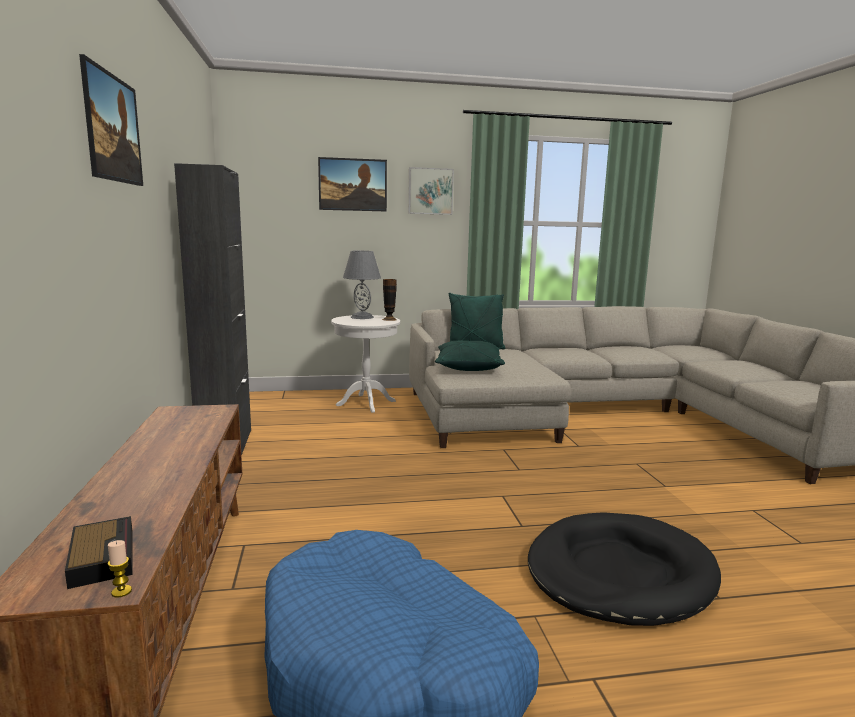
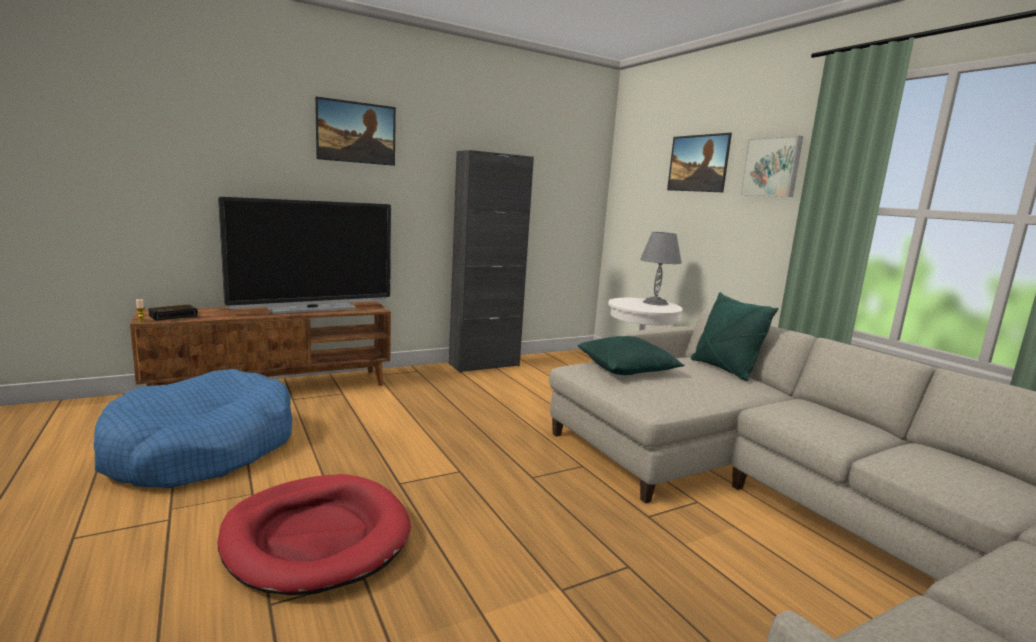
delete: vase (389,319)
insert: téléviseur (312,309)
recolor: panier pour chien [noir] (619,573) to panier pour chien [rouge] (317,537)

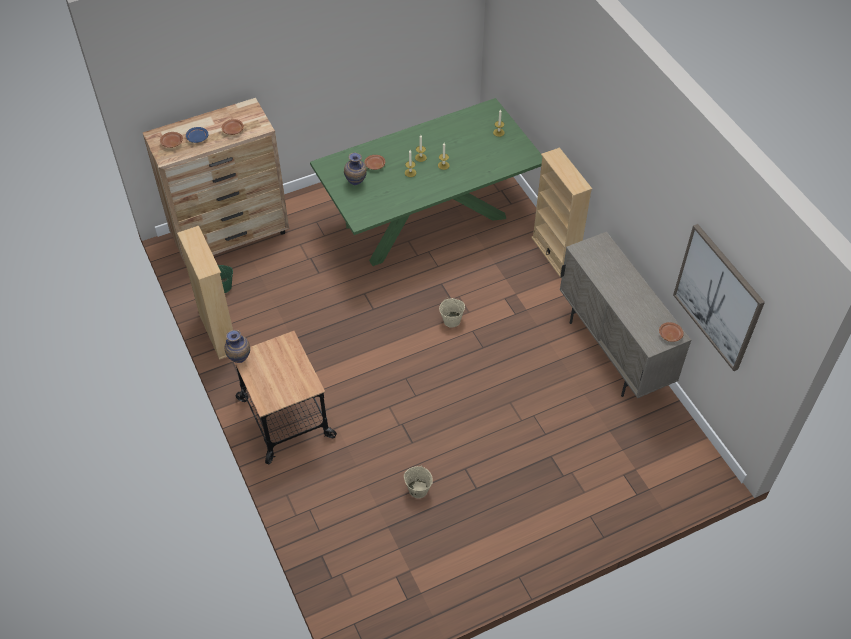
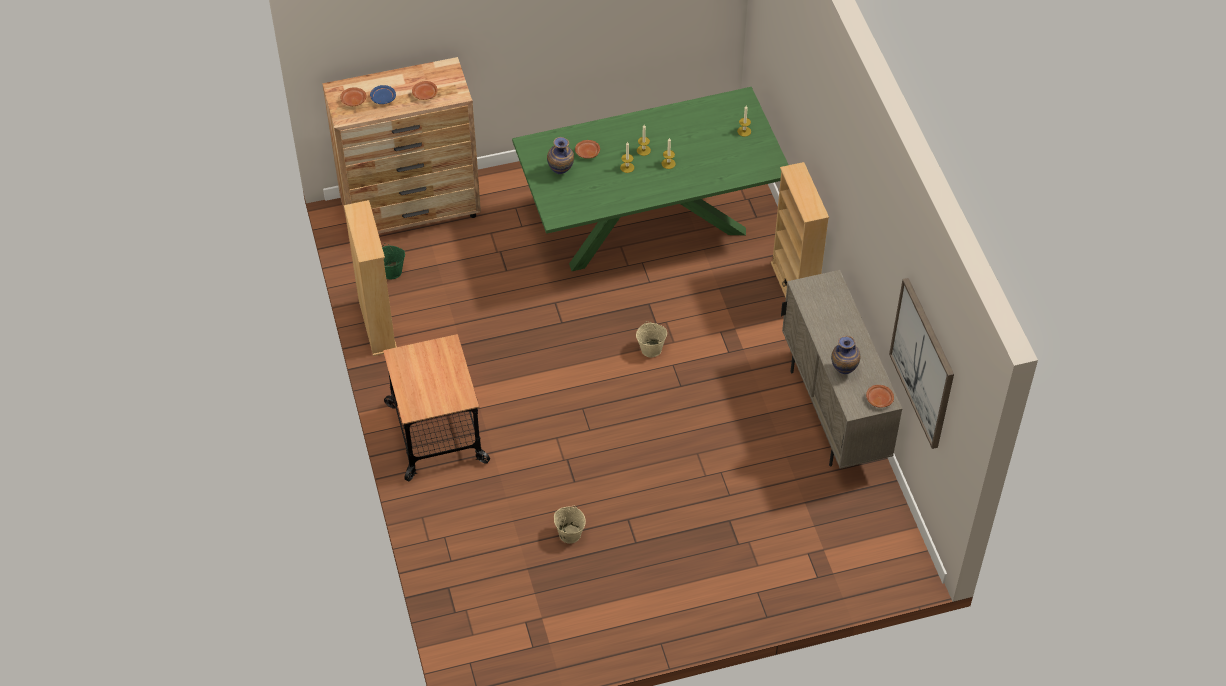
move: vase (240,359) to (843,370)

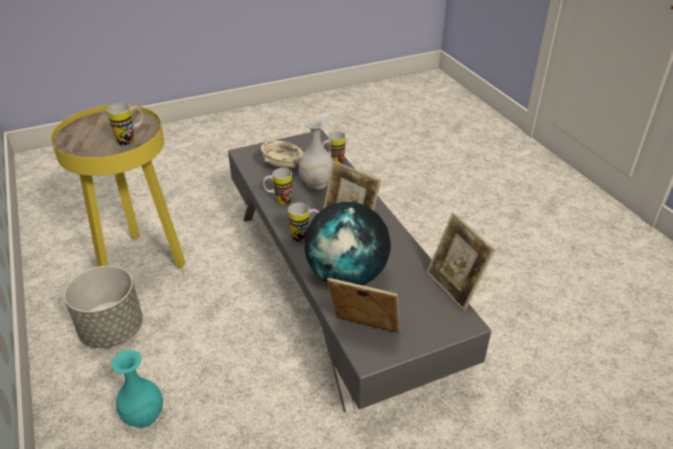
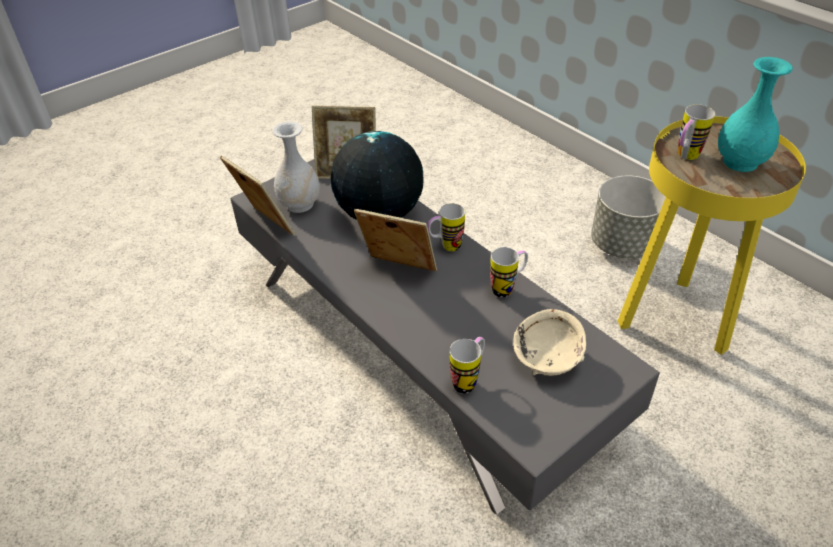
move: vase [turquoise] (143,416) to (740,162); vase [blanc] (316,183) to (300,204)

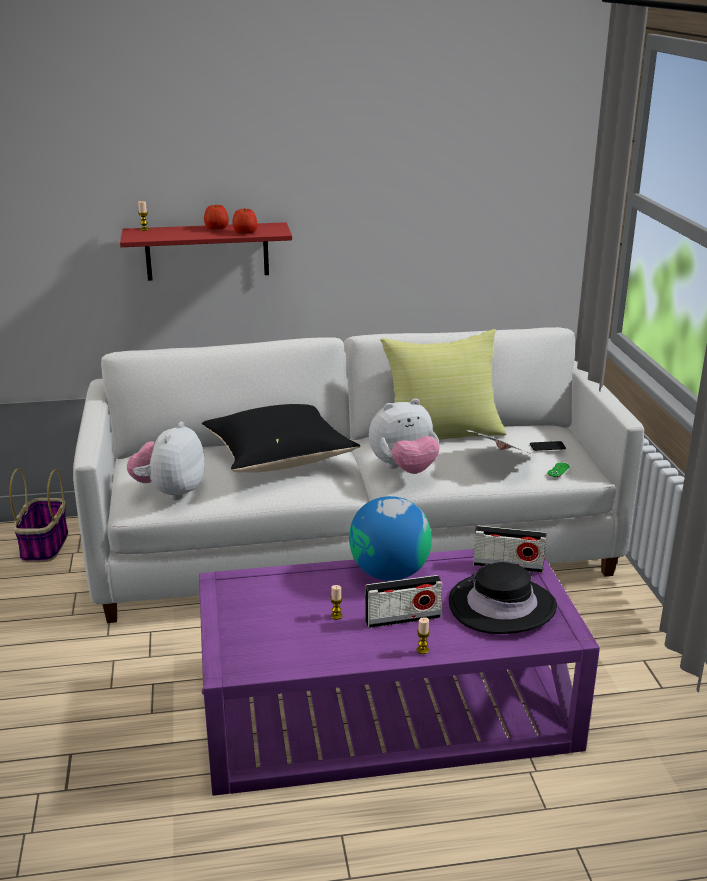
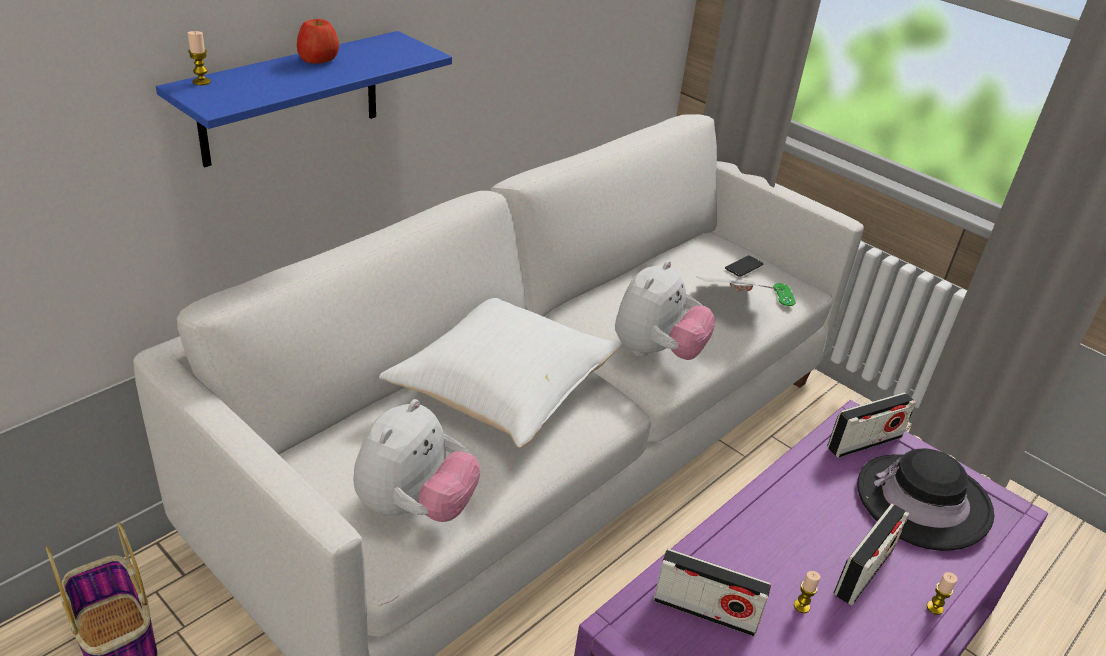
delete: pomme (245,232); globe (389,572); coussin [jaune] (442,434)
insert: radio (705,611)
recolor: étagère [rouge] (207,251) to étagère [bleu] (290,98); coussin [noir] (280,458) to coussin [blanc] (502,390)
rotate: peluche (170,492) = (415,507) 135 degrees counterclockwise

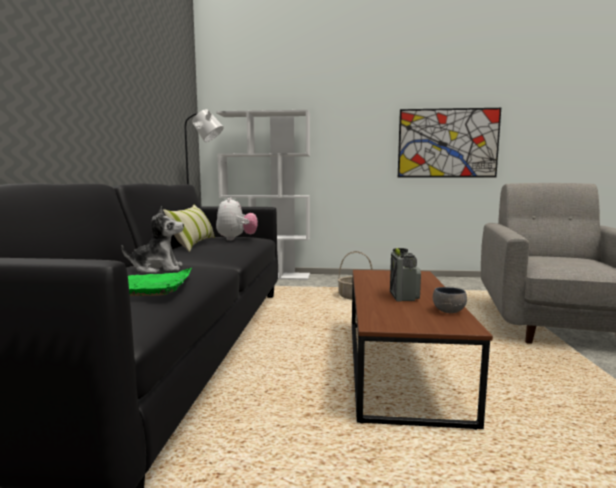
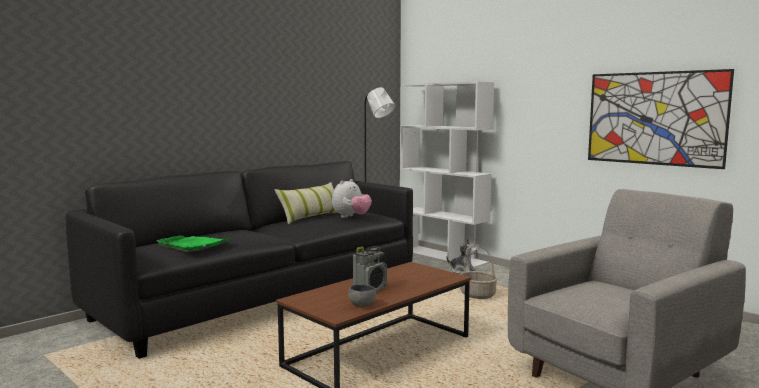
move: peluche (157,269) to (462,271)

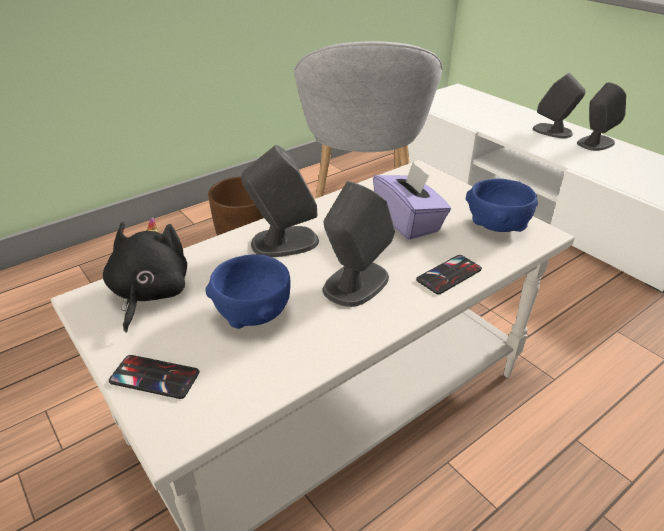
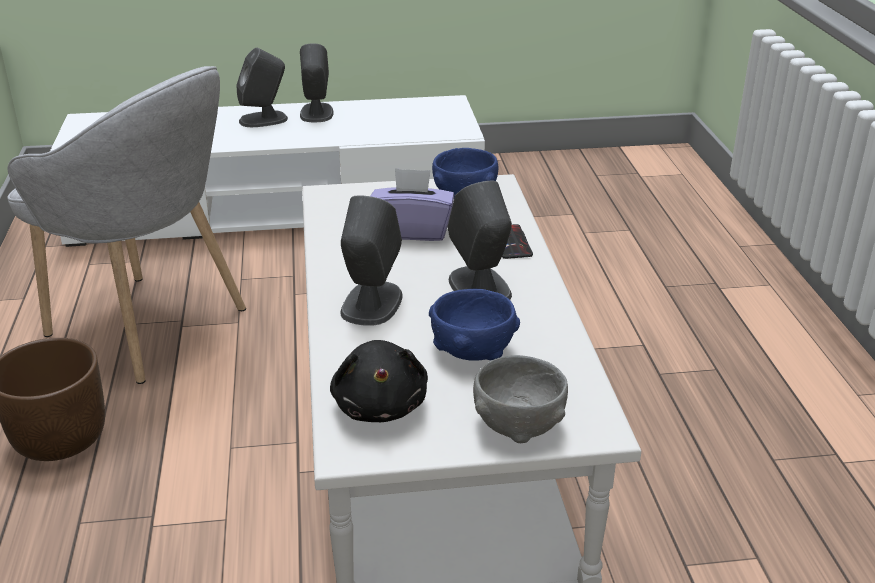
replace: téléphone (155,377) to bol [gris] (517,425)
rotate: peluche [noir] (149,294) = (380,405) 135 degrees counterclockwise

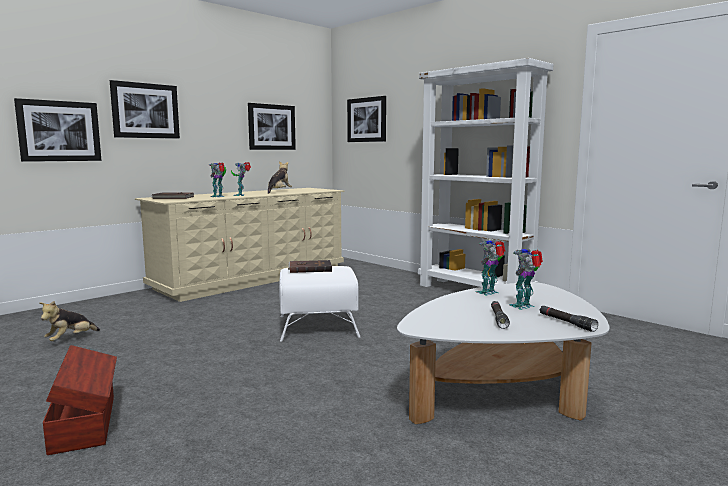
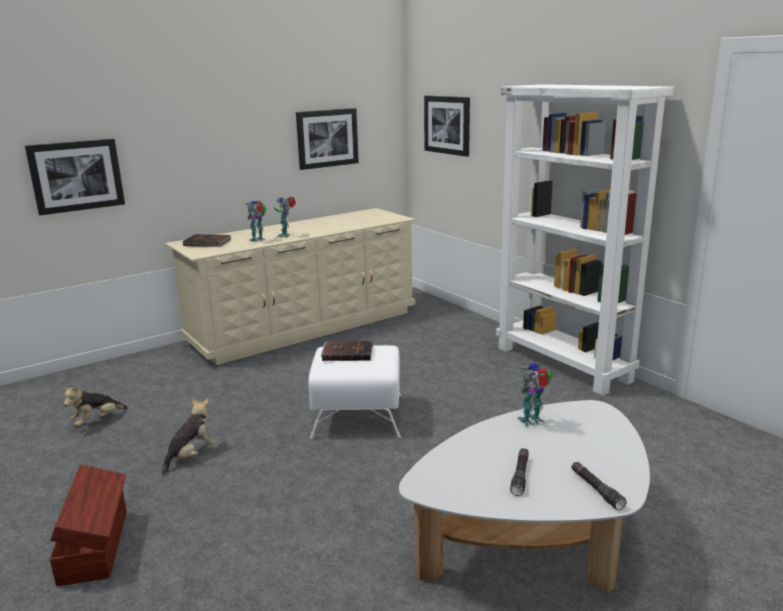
delete: tableau (145,110); robot jouet (524,306)
move: peluche (279,192) to (191,456)

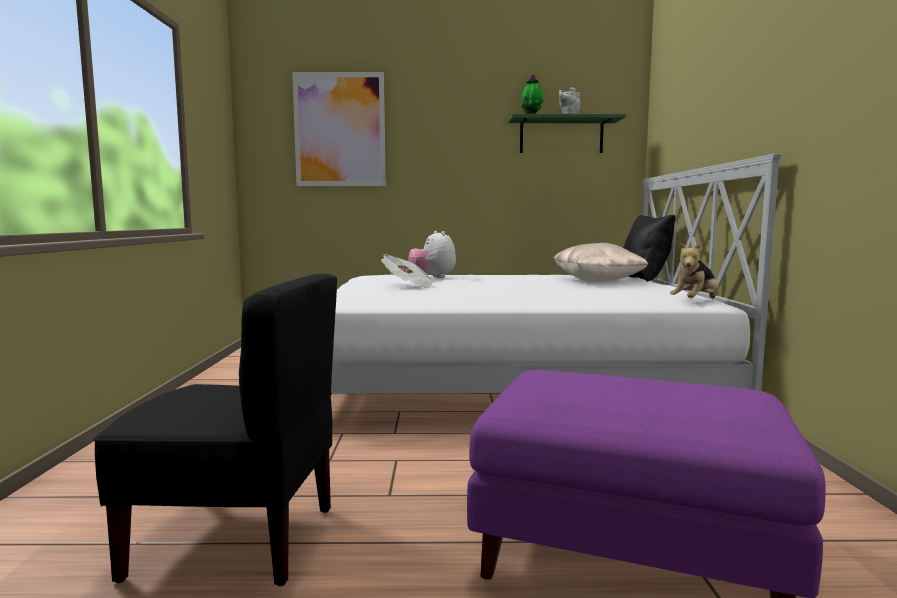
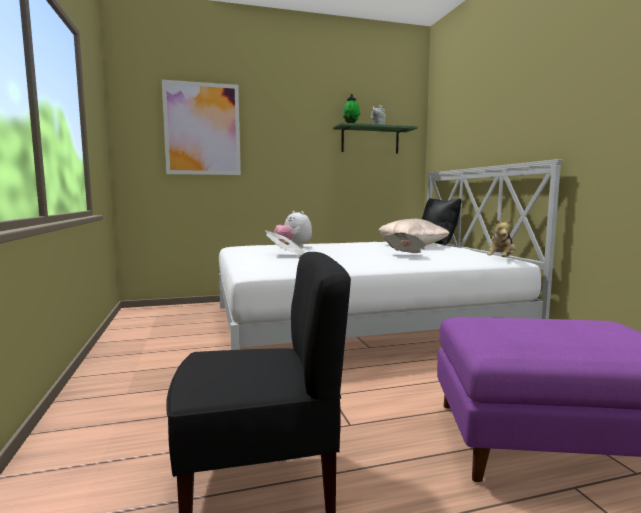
insert: journal (405,255)

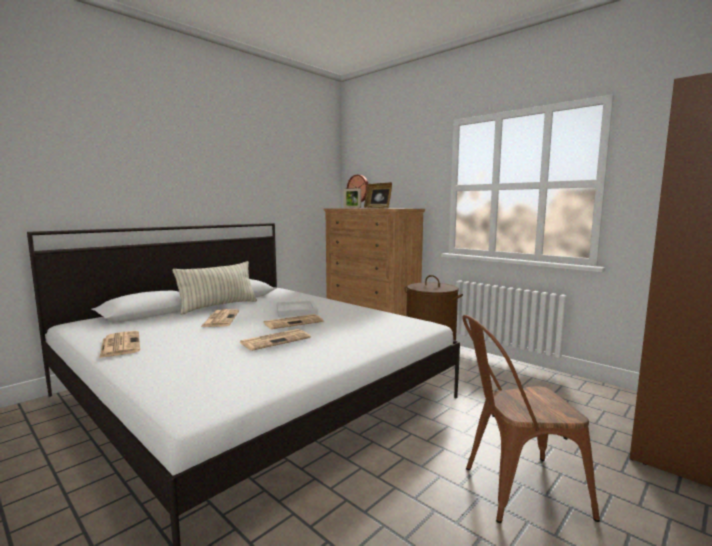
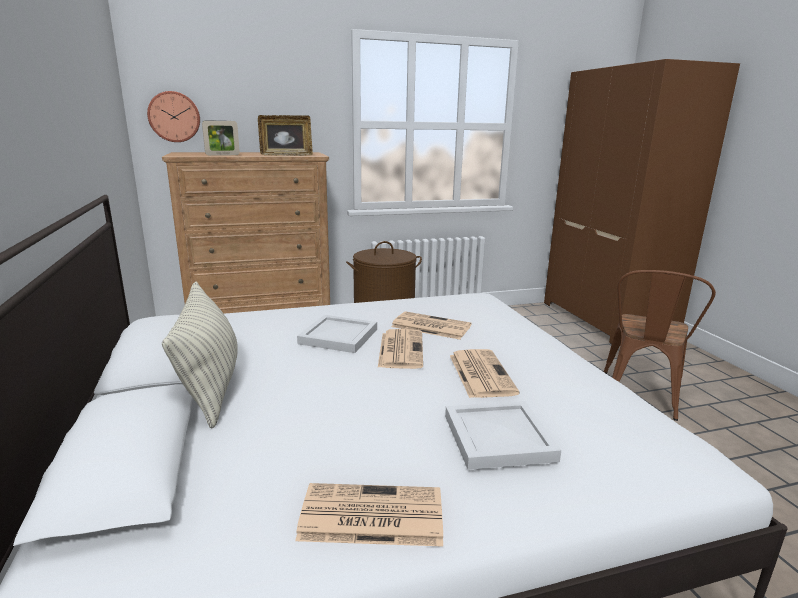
insert: plateau [blanc] (499,436)
move: journal (220,319) to (430,326)

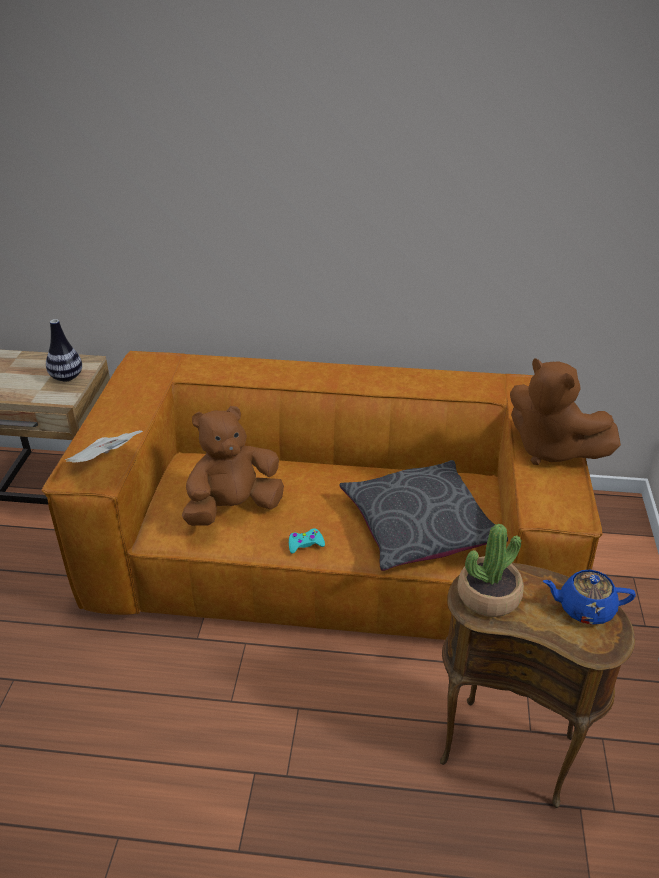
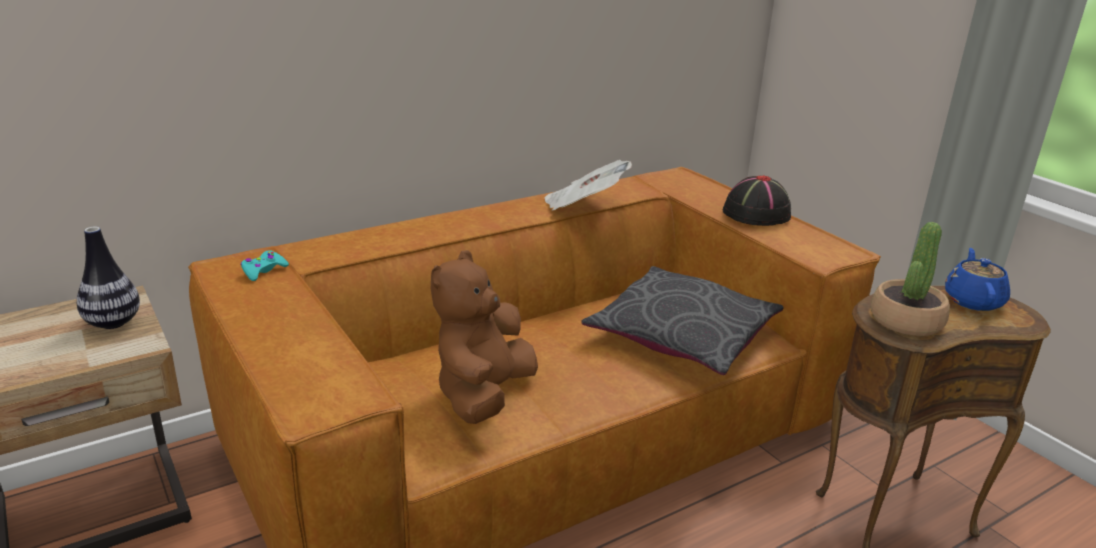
move: journal (107,463) to (583,206); manette [turquoise] (305,544) to (263,271)
replace: peluche [marron] (551,449) to chapeau [noir] (755,214)
rotate: théière [bleu] (584,608) = (973,300) 135 degrees clockwise

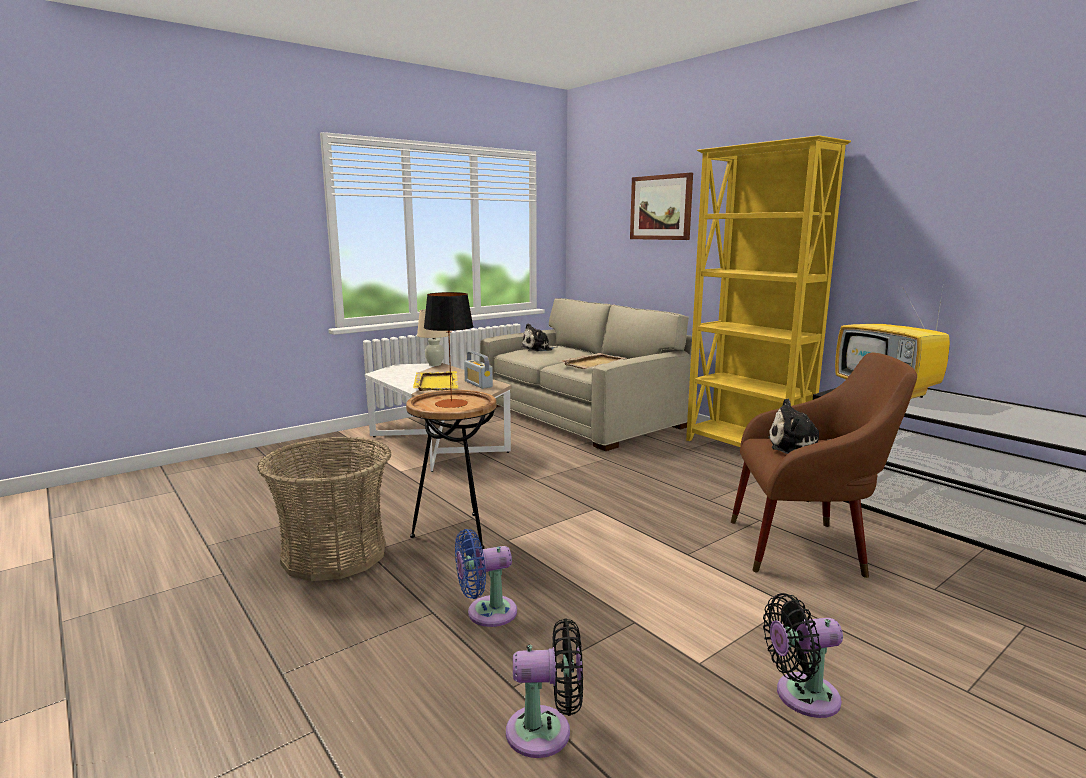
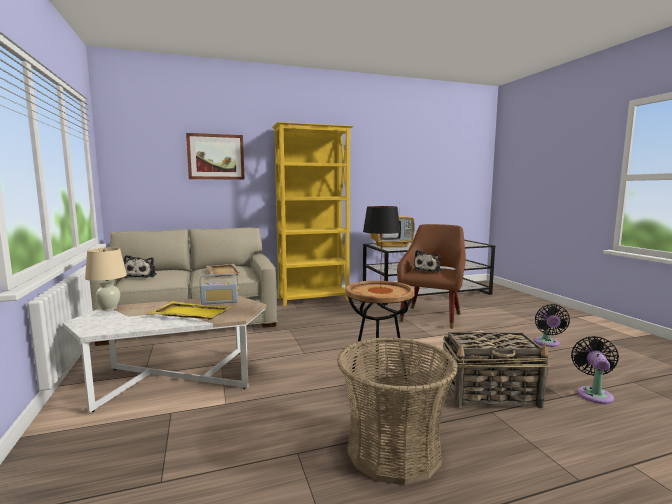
replace: ventilateur [bleu] (486,613) to panier (491,394)

